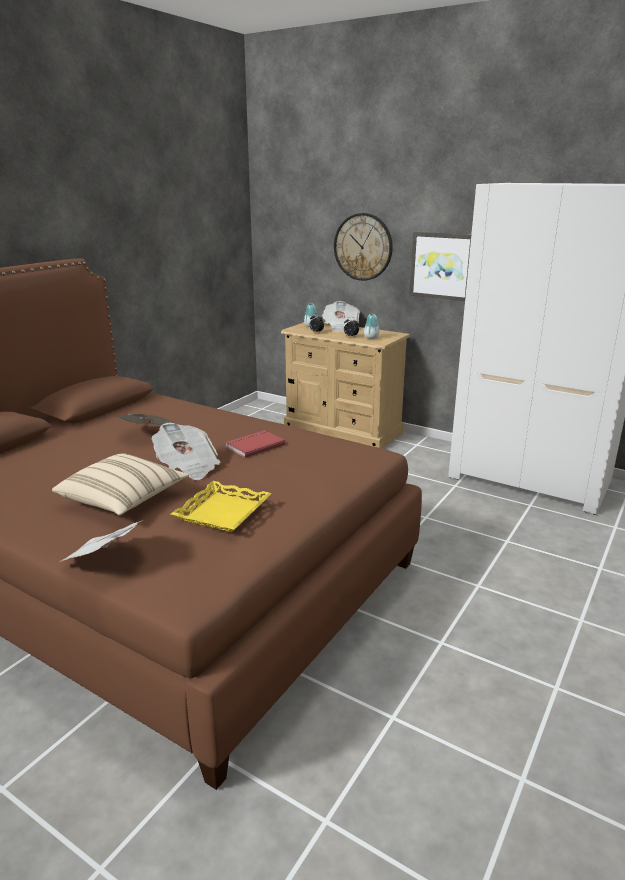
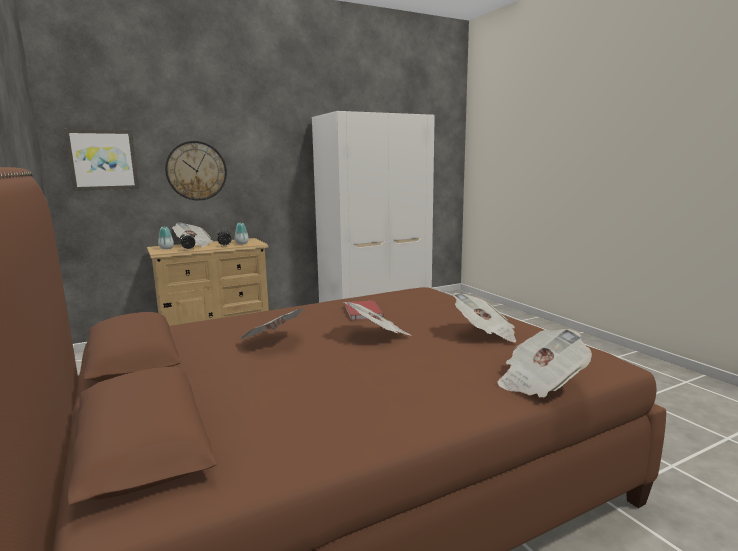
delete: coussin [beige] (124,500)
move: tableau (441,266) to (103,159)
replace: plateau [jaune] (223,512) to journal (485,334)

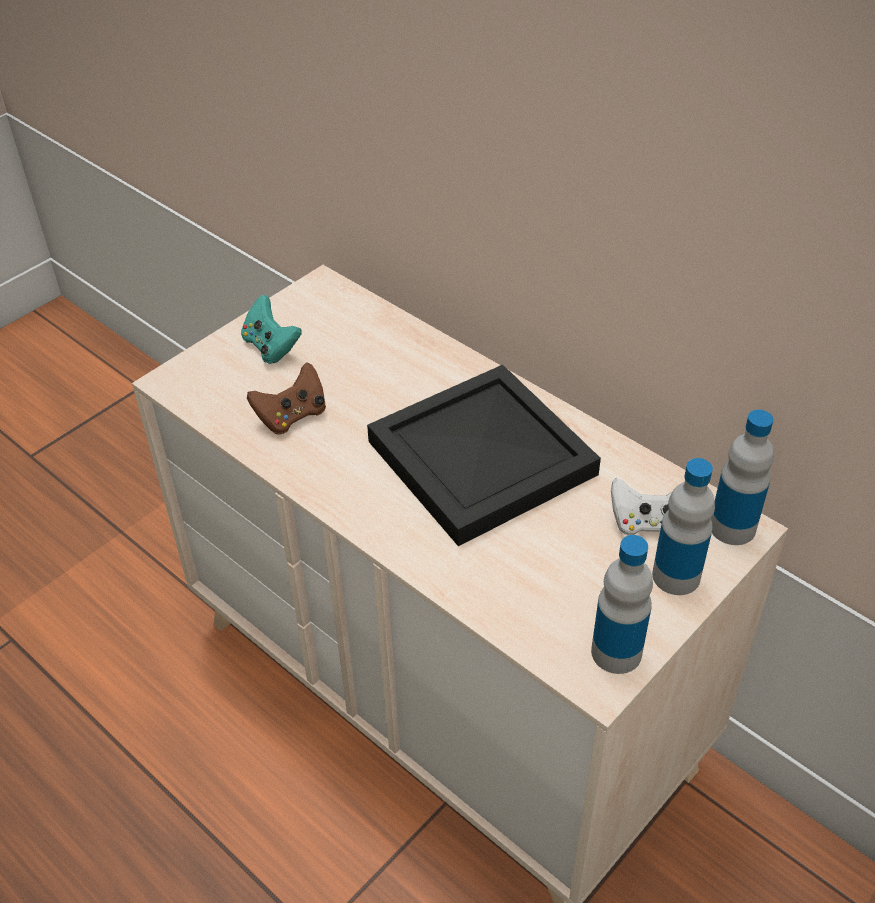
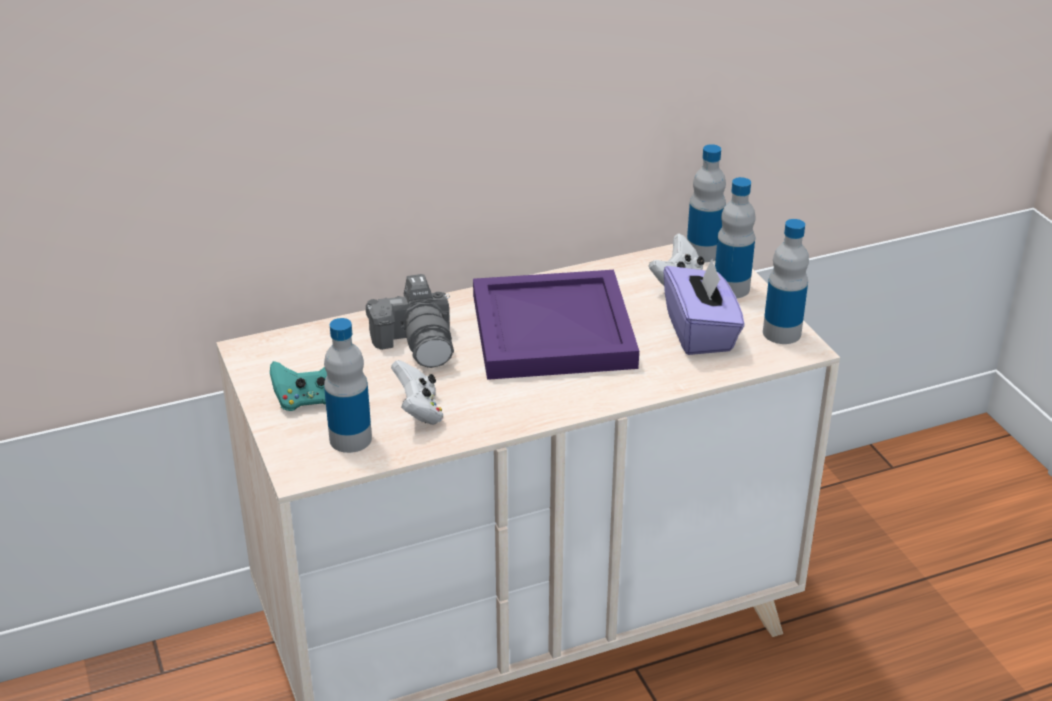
insert: bouteille (350,439); appareil photo (418,342); boîte à mouchoirs [violet] (700,332)
recolor: manette [marron] (292,416) to manette [blanc] (419,411); plateau [noir] (482,455) to plateau [violet] (550,329)

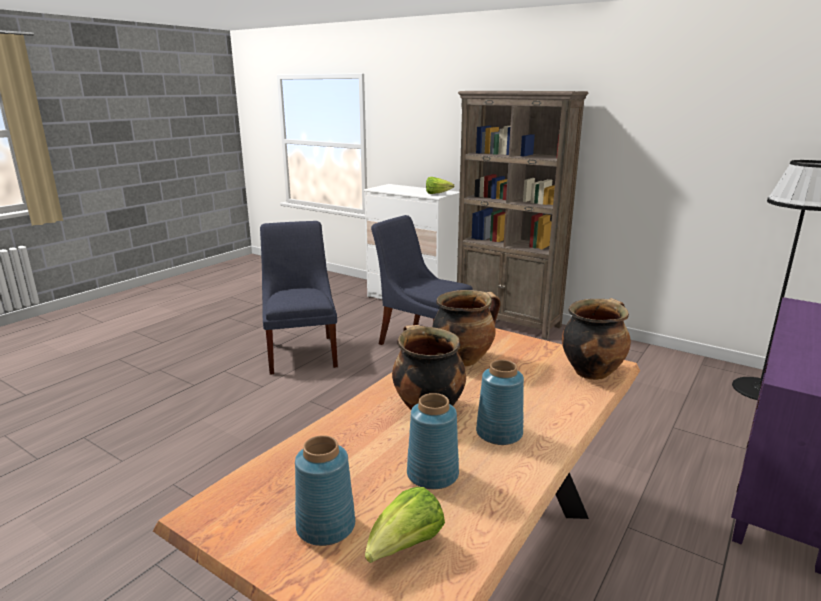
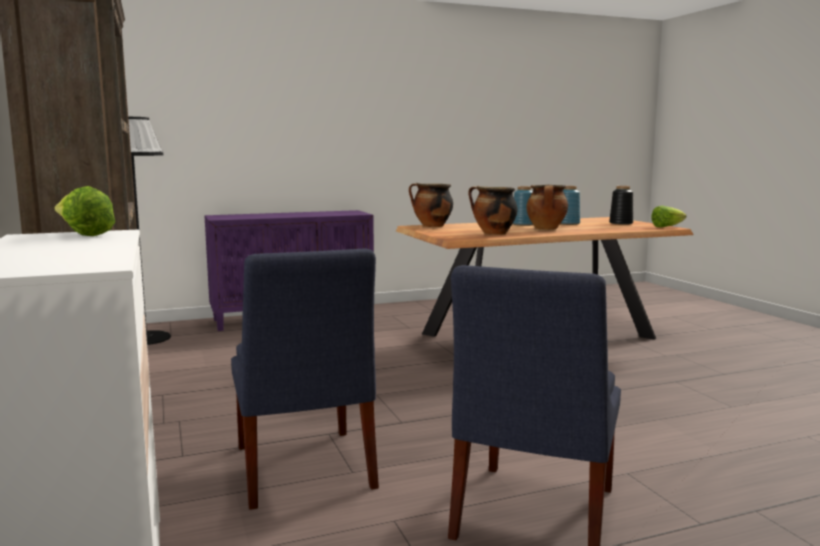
move: laitue (405,547) to (666,227)
recolor: vase [bleu] (325,527) to vase [noir] (621,223)

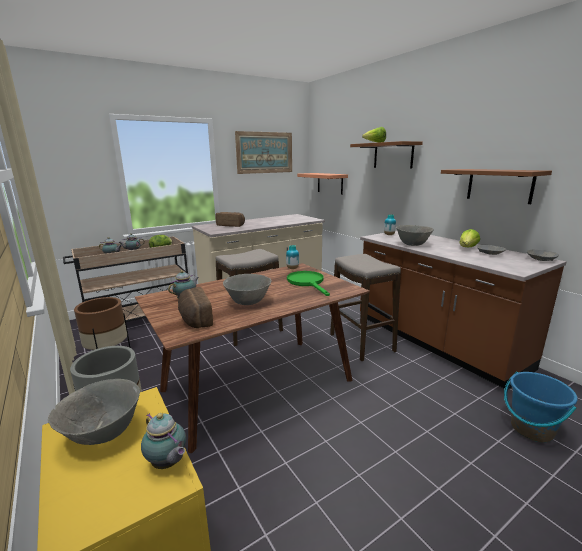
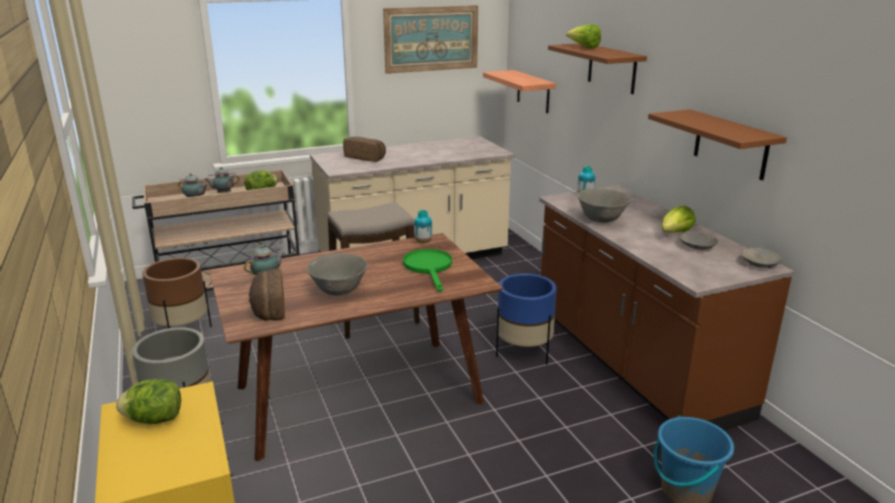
delete: théière (168,464)
replace: bol [gris] (104,434) to laitue (155,420); tabouret (361,343) to cache-pot [bleu] (524,353)

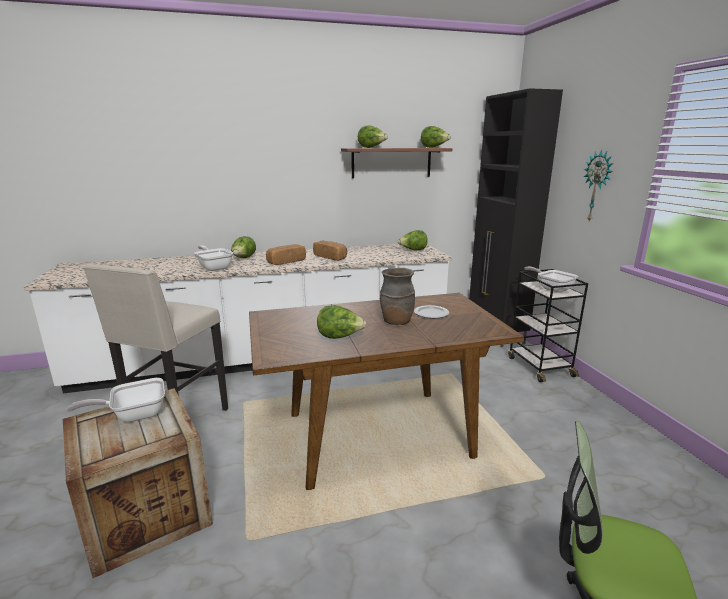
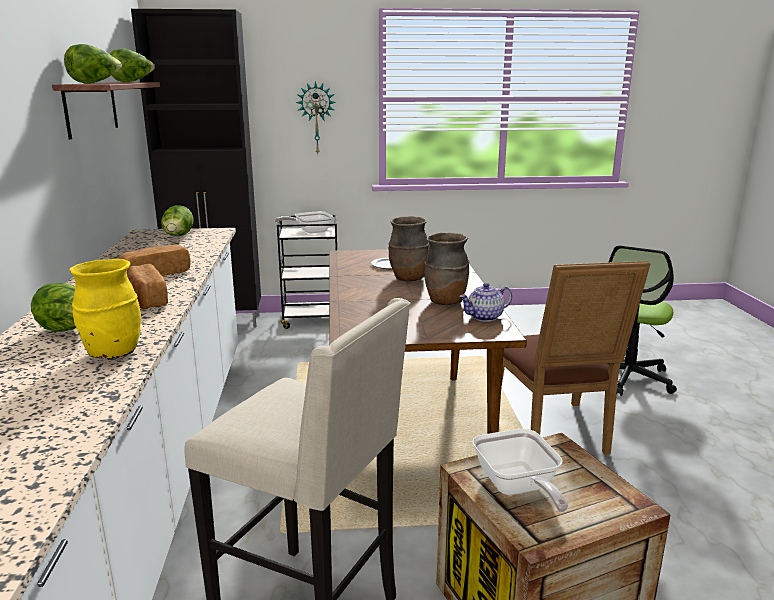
insert: théière (485,317); chaise [marron] (553,434)
replace: poêle (214,267) to vase [jaune] (112,353); laitue (339,337) to vase [marron] (445,302)

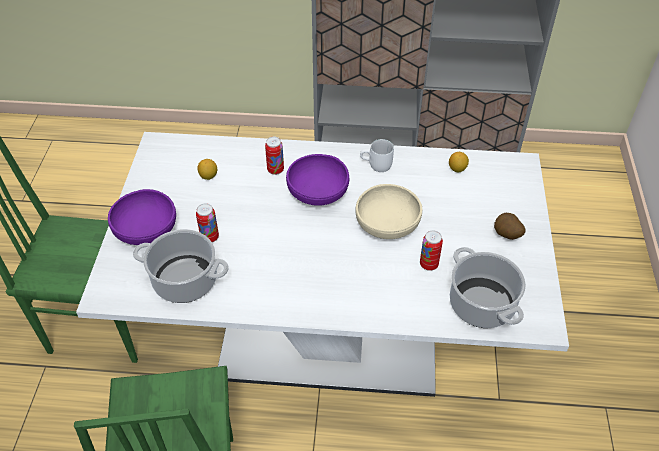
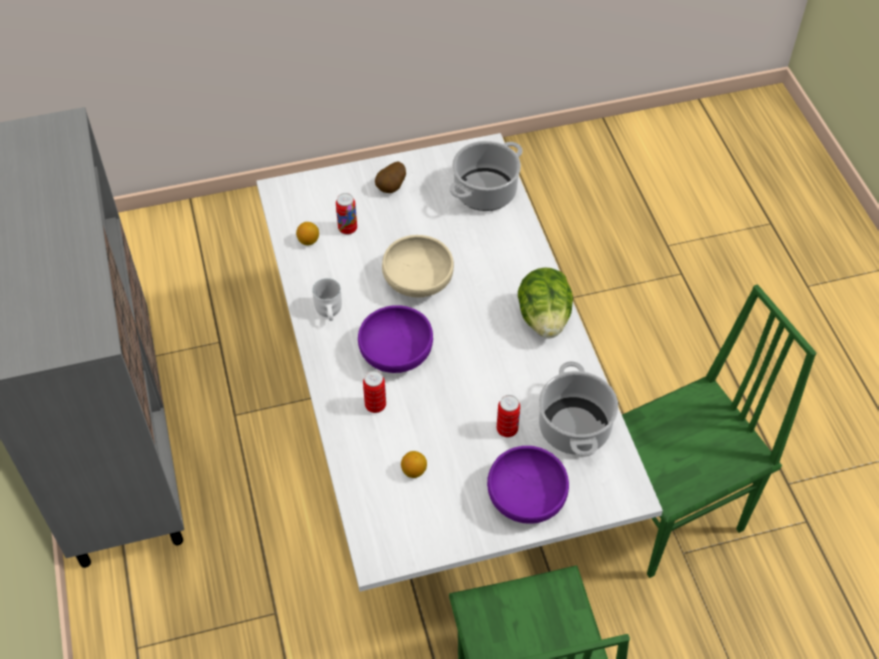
insert: laitue (544,318)
move: boîte métallique (428,264) to (347,229)

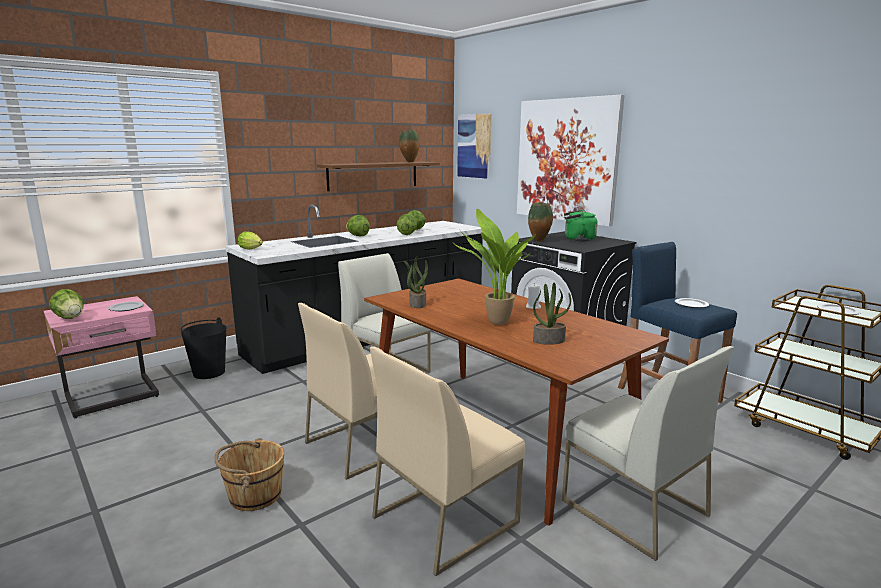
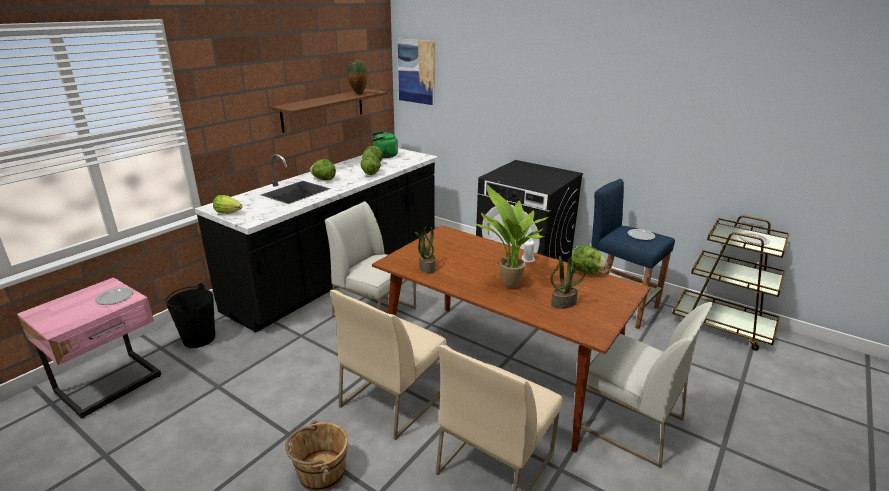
delete: tableau (566,160); vase (539,241)
move: laitue (70,318) to (586,272); bouilloire [vert] (577,239) to (383,156)

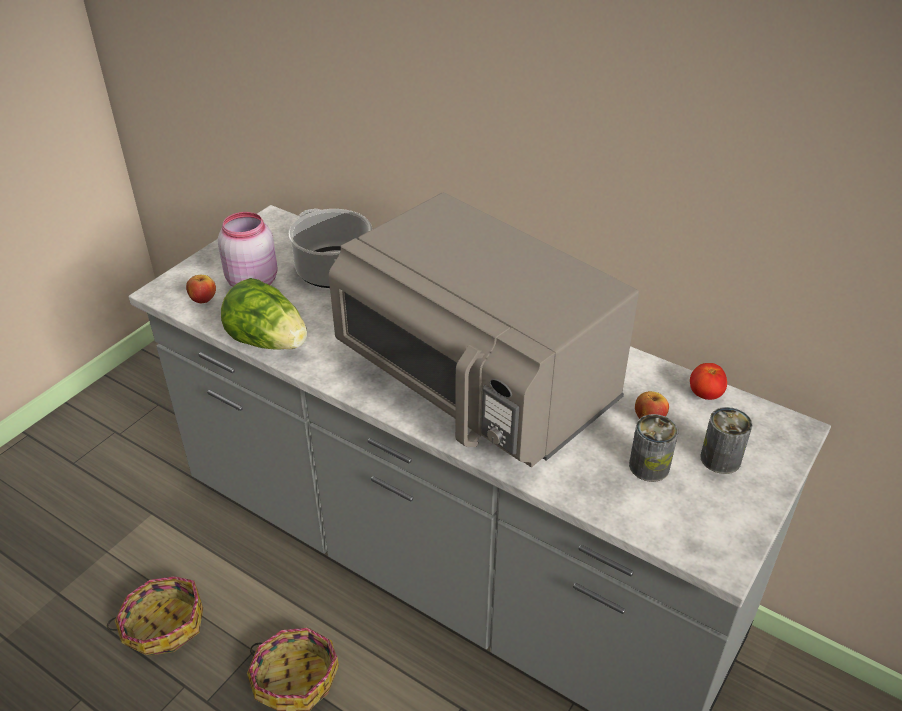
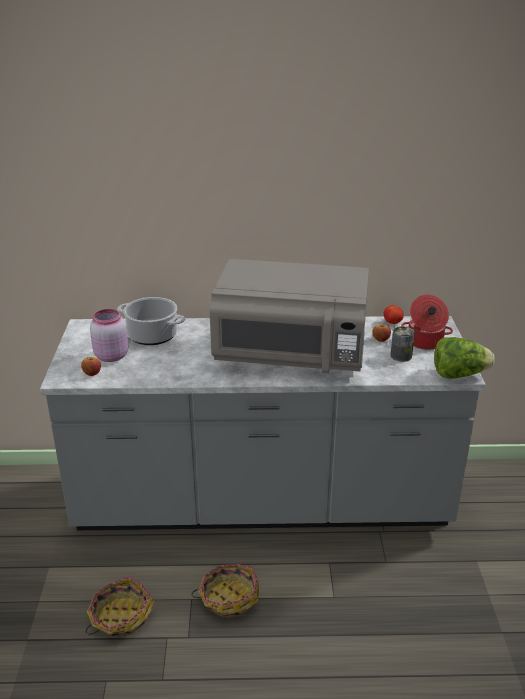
move: laitue (269,342) to (458,374)
replace: boîte métallique (720,459) to marmite (425,342)

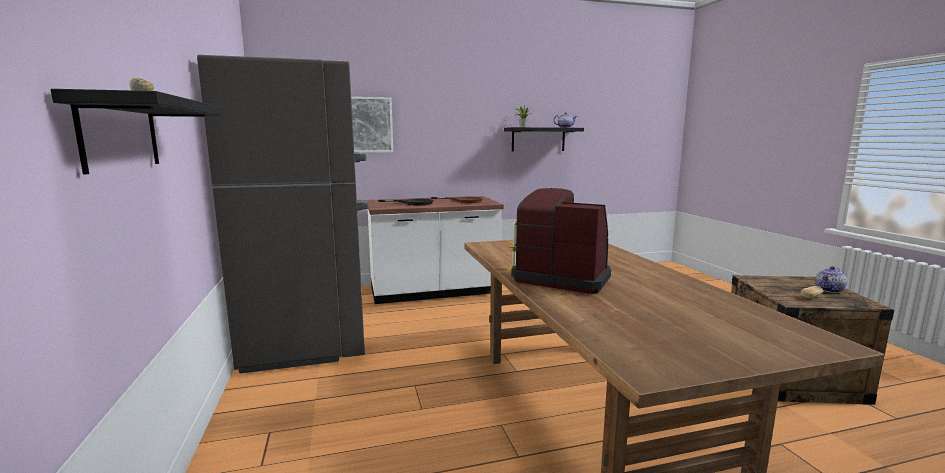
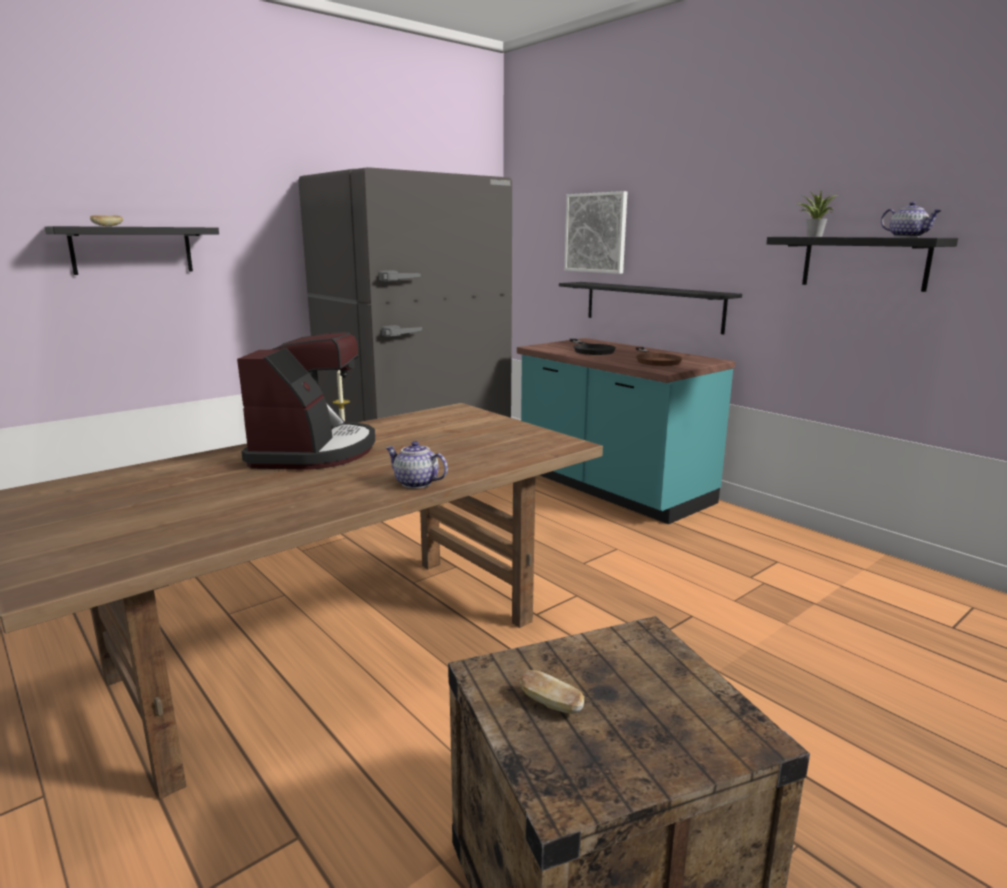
insert: étagère [noir] (652,306)
move: théière (829,290) to (415,483)
recolor: comptoir de cuisine [blanc] (434,291) to comptoir de cuisine [turquoise] (612,488)

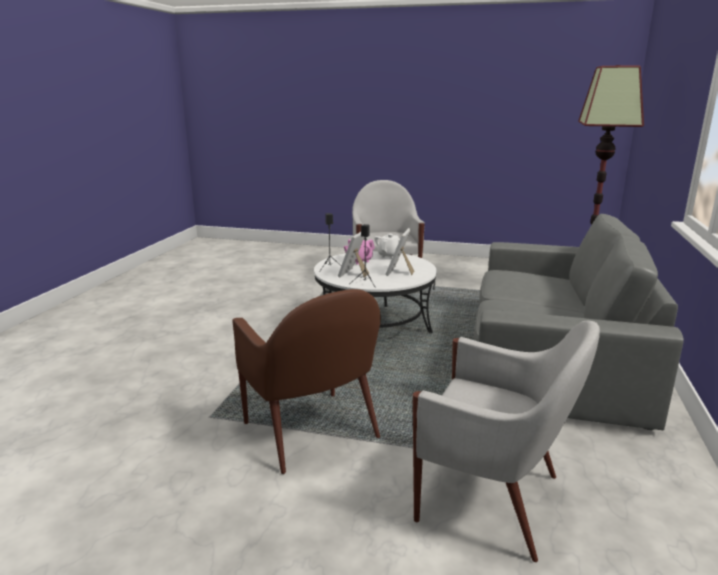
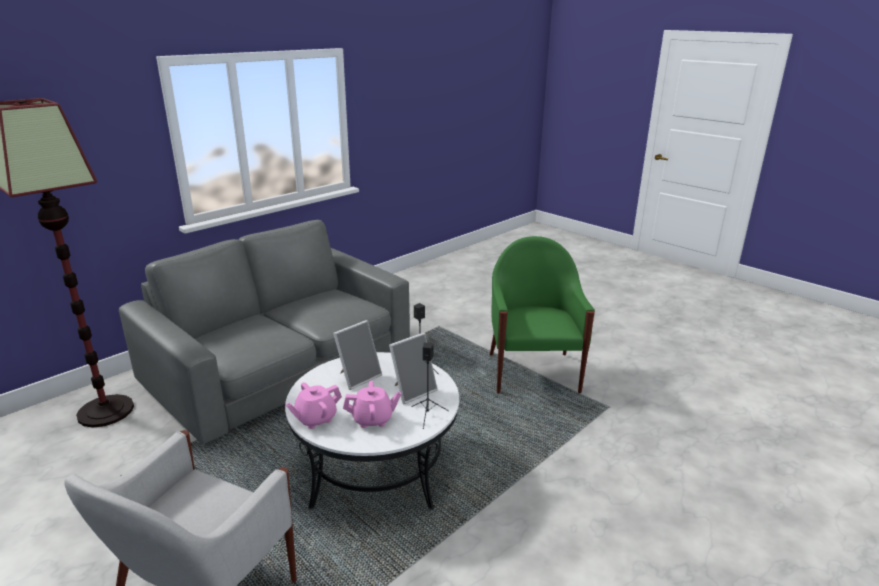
delete: fauteuil [blanc] (492,500)
recolor: fauteuil [marron] (311,432) to fauteuil [vert] (533,371); théière [blanc] (390,255) to théière [rose] (315,419)

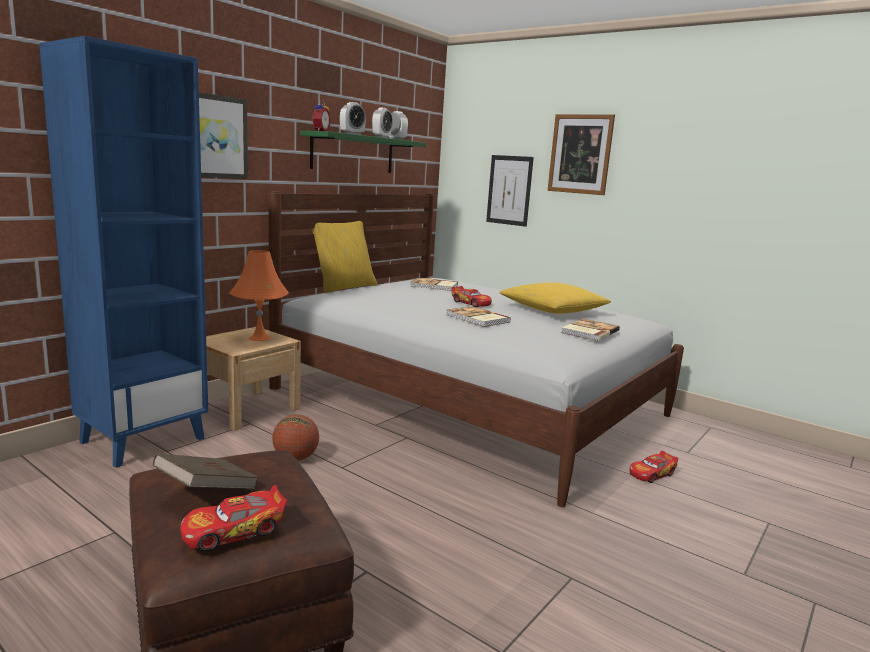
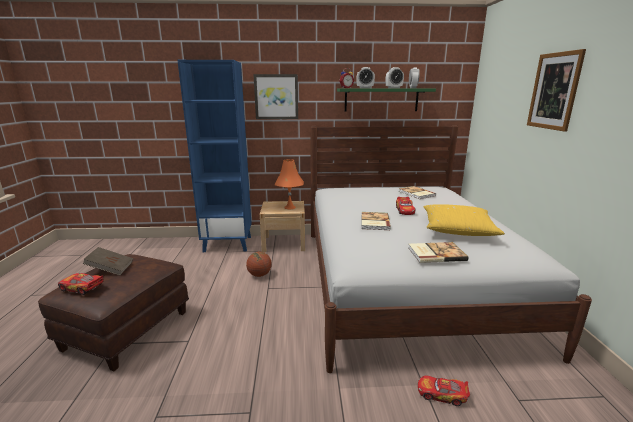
delete: coussin [jaune] (343,287); tableau (509,190)

